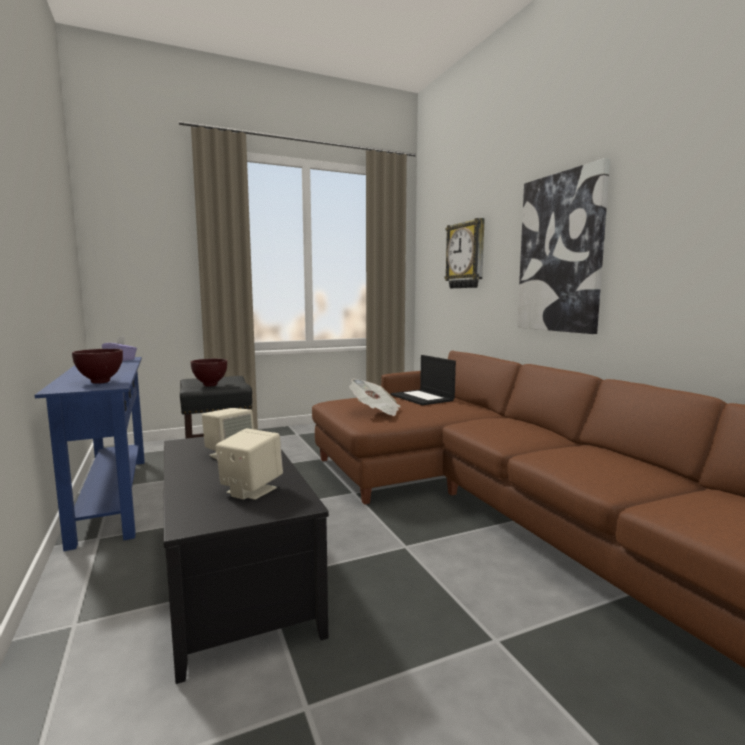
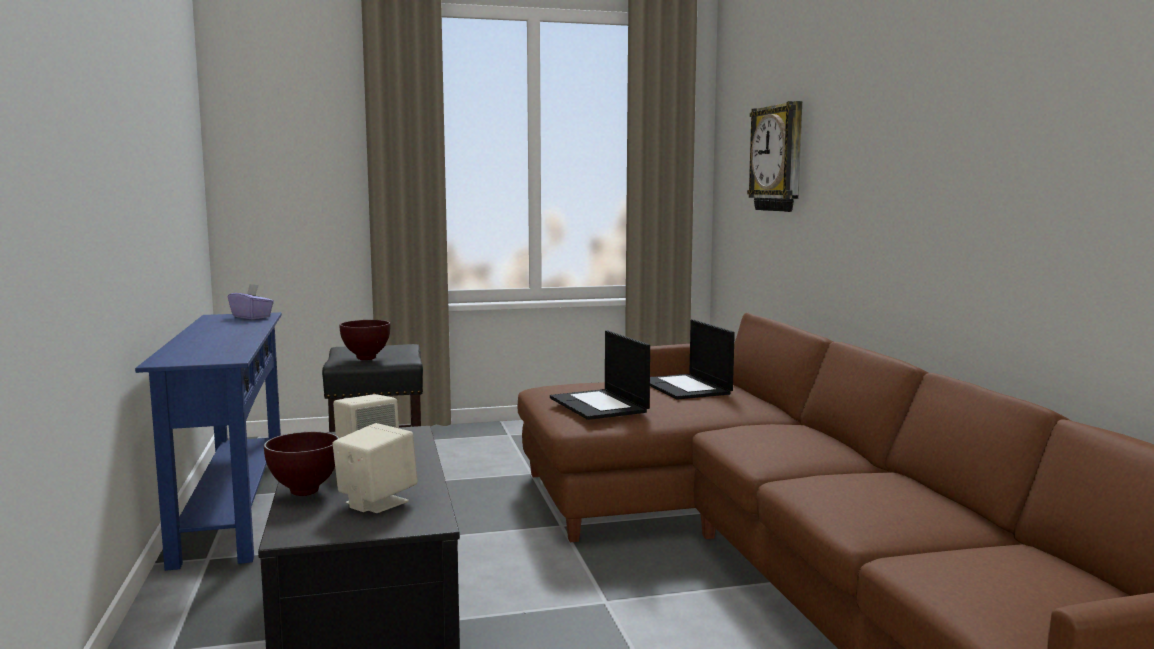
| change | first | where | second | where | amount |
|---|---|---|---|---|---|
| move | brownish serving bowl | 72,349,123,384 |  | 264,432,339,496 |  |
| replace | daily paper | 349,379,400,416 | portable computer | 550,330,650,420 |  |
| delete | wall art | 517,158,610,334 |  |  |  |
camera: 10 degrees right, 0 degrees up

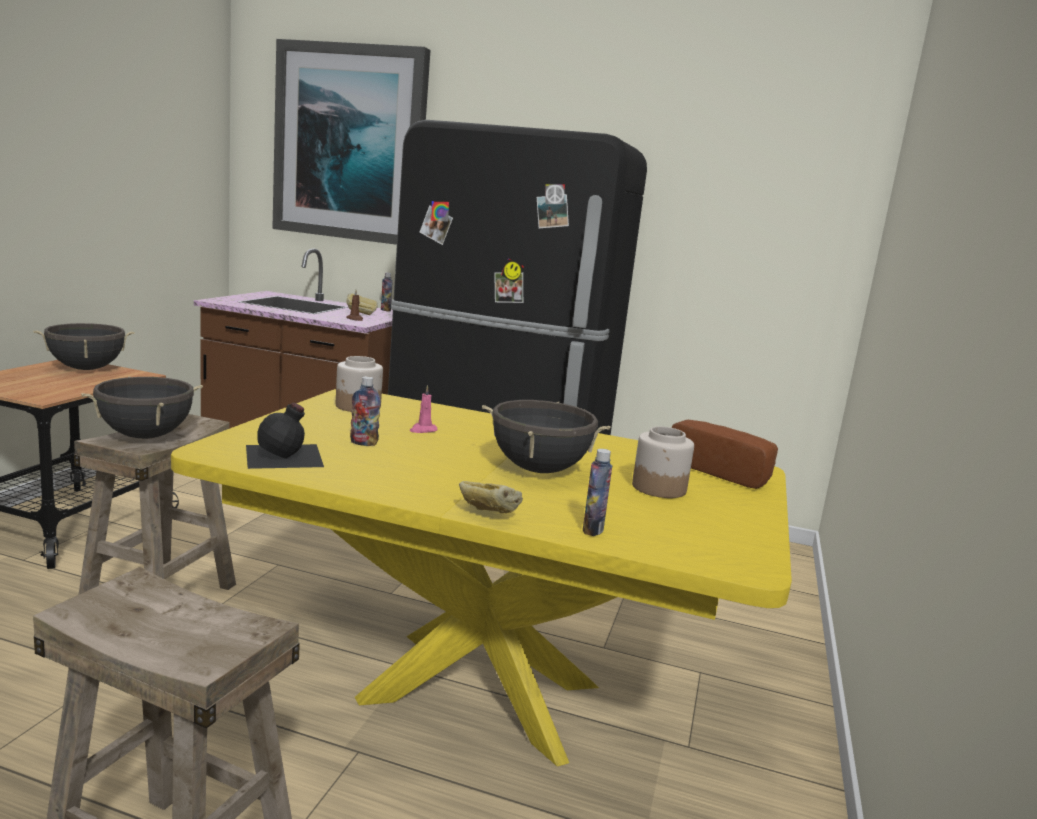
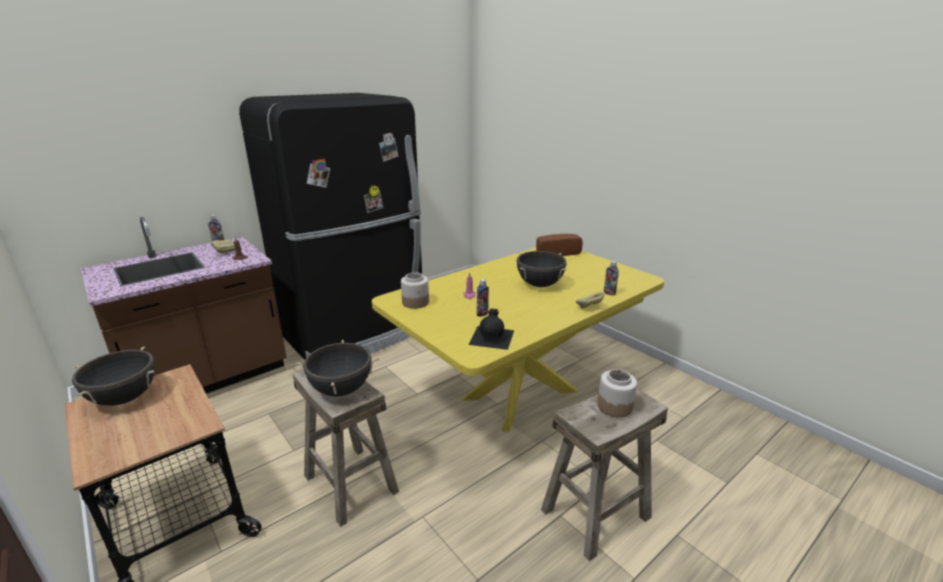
| change | first | where | second | where | amount |
|---|---|---|---|---|---|
| delete | wall art | 272,39,430,245 |  |  |  |
| move | preserve jar | 632,427,694,498 |  | 597,369,637,418 |  |
camera: 55 degrees left, 10 degrees up

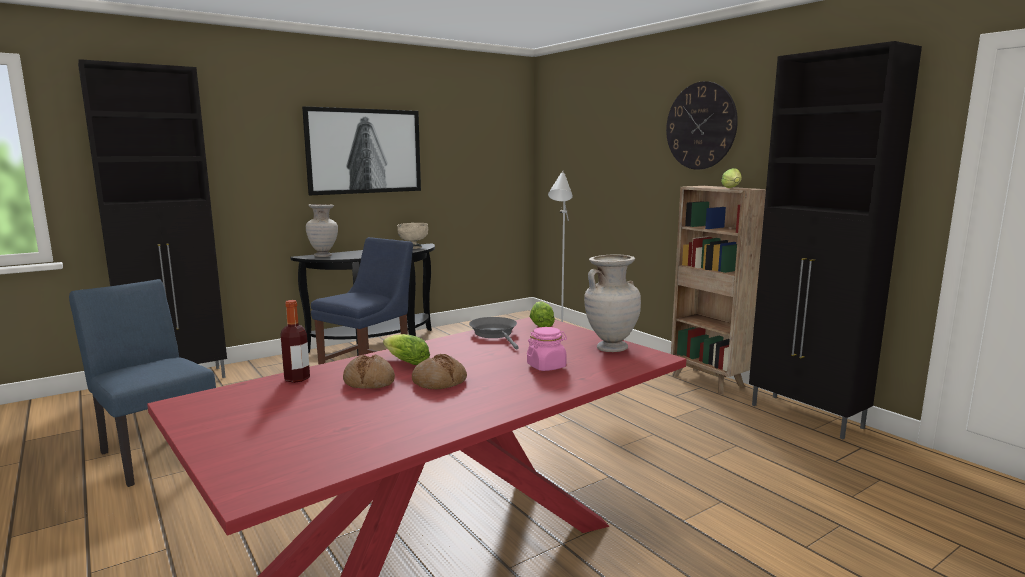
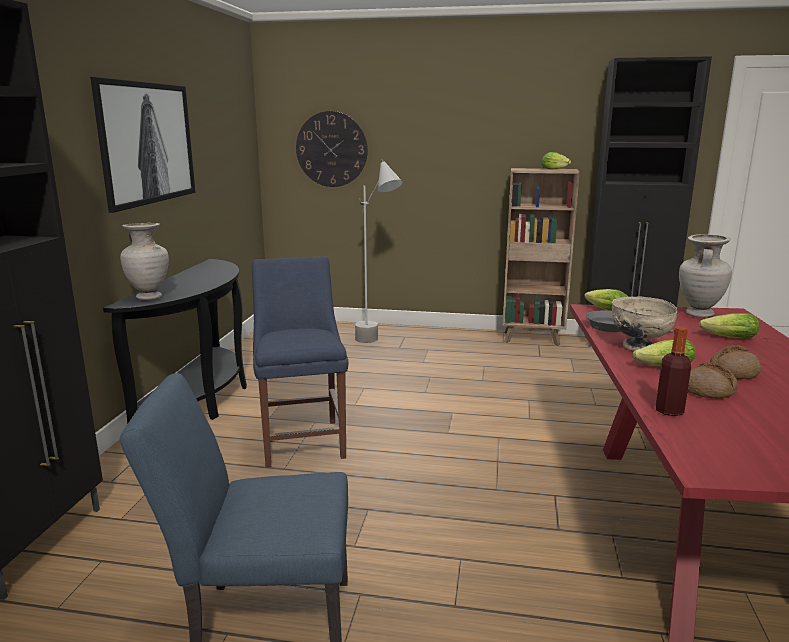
| change | first | where | second | where | amount |
|---|---|---|---|---|---|
| move | beige serving bowl | 397,223,428,249 |  | 612,297,677,351 |  |
| replace | pink preserve jar | 527,327,567,371 | lettuce | 699,313,759,339 |  |
| move | hanging clock | 666,81,738,170 |  | 296,111,368,187 |  |
camera: 45 degrees left, 5 degrees up

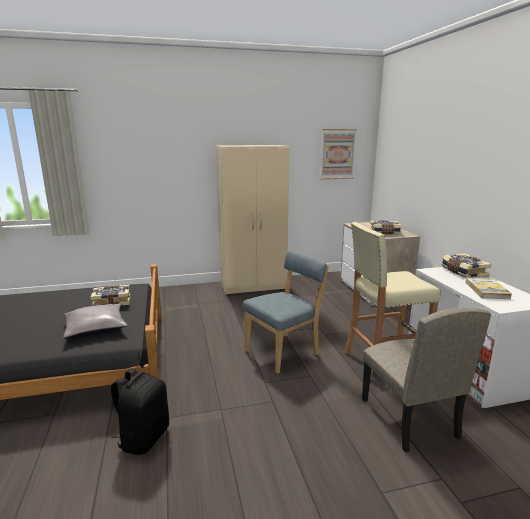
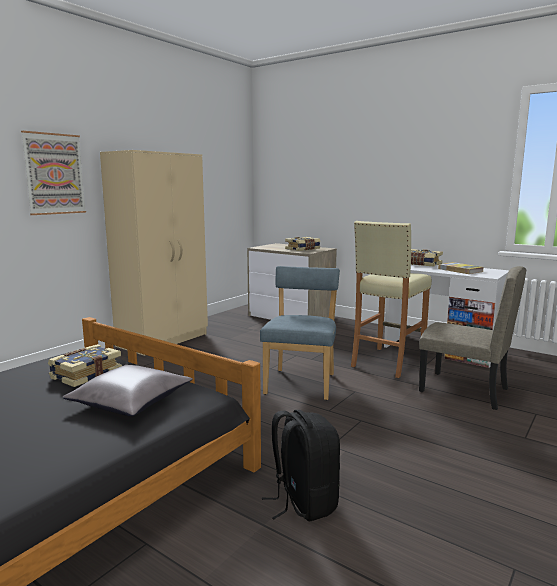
| change | first | where | second | where | amount |
|---|---|---|---|---|---|
| move | wall art | 320,129,357,179 |  | 21,131,86,215 |  |
camera: 40 degrees left, 5 degrees down

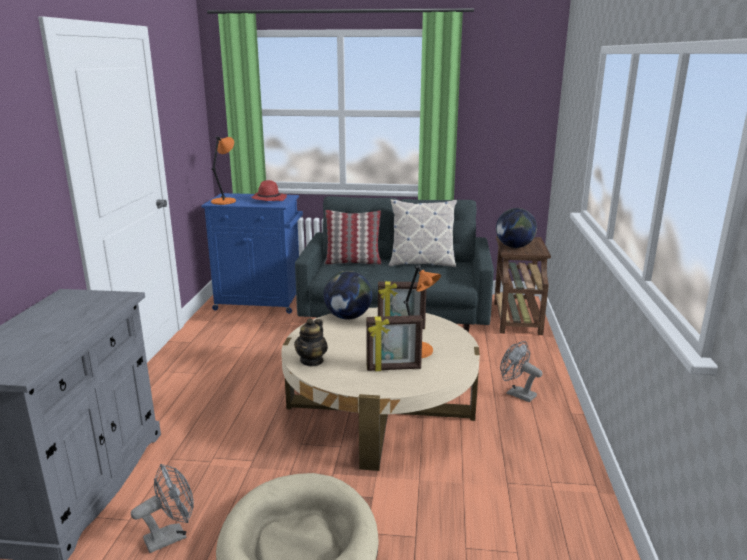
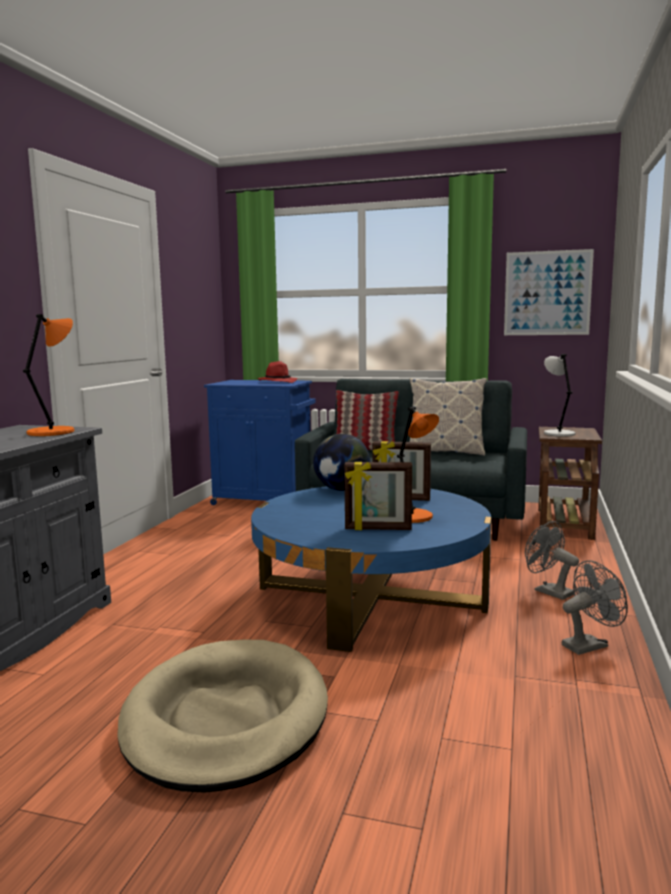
| change | first | where | second | where | amount |
|---|---|---|---|---|---|
| move | gray cooling fan | 131,464,194,553 |  | 562,560,628,655 |  |
| move | orange-coloured table lamp | 211,137,236,205 |  | 23,314,74,436 |  |
| recolor | beige low table | 281,308,480,471 | blue low table | 251,486,492,652 |  |
| delete | teapot | 294,318,328,366 |  |  |  |
| replace | desk globe | 496,208,537,248 | gray table lamp | 544,354,576,437 |  |
| insert |  |  | wall art | 504,249,594,335 |  |
camera: 10 degrees right, 10 degrees down

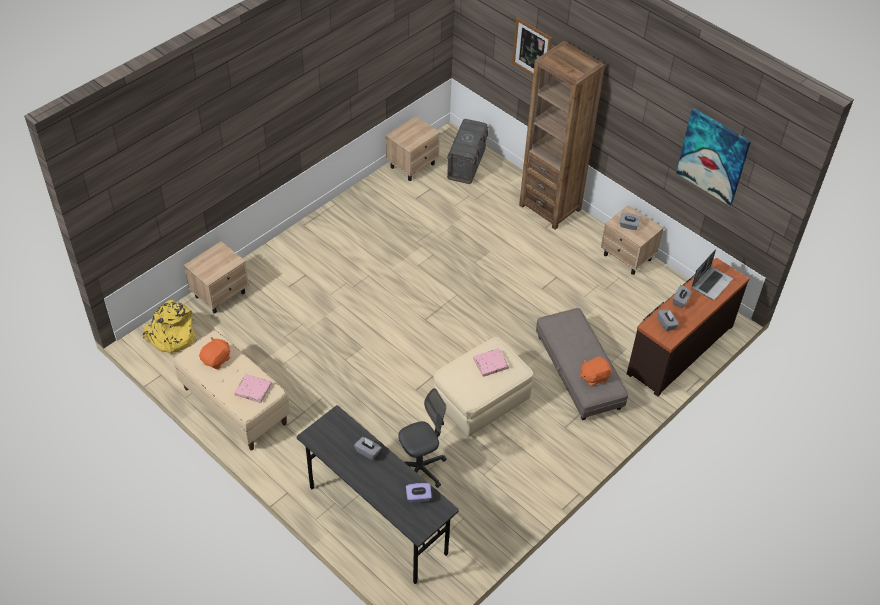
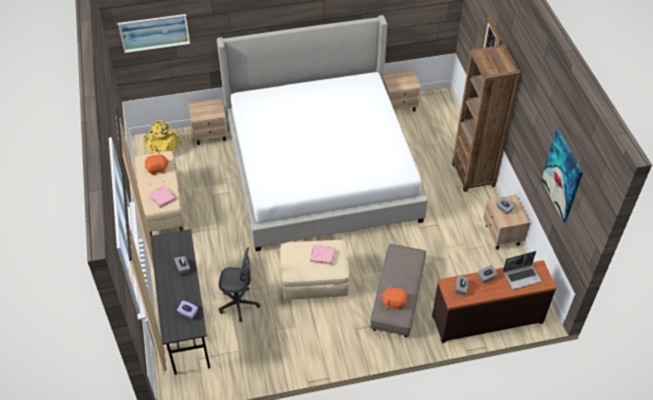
| change | first | where | second | where | amount |
|---|---|---|---|---|---|
| delete | gray storage container | 447,119,488,184 |  |  |  |
| insert |  |  | wall art | 118,14,191,53 |  |
| insert |  |  | sleeping bed | 217,15,428,251 |  |
camera: 35 degrees right, 0 degrees up

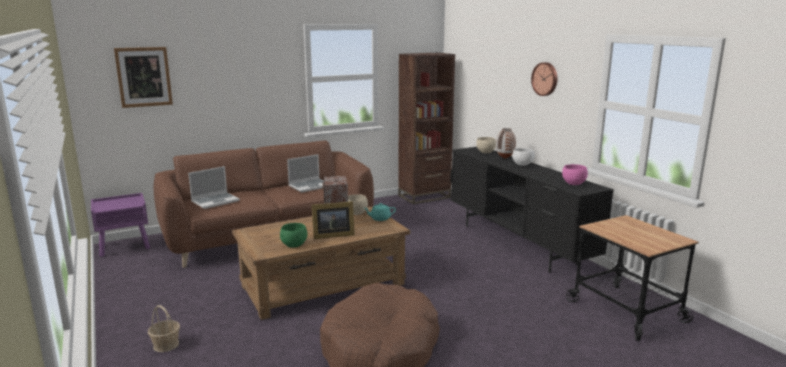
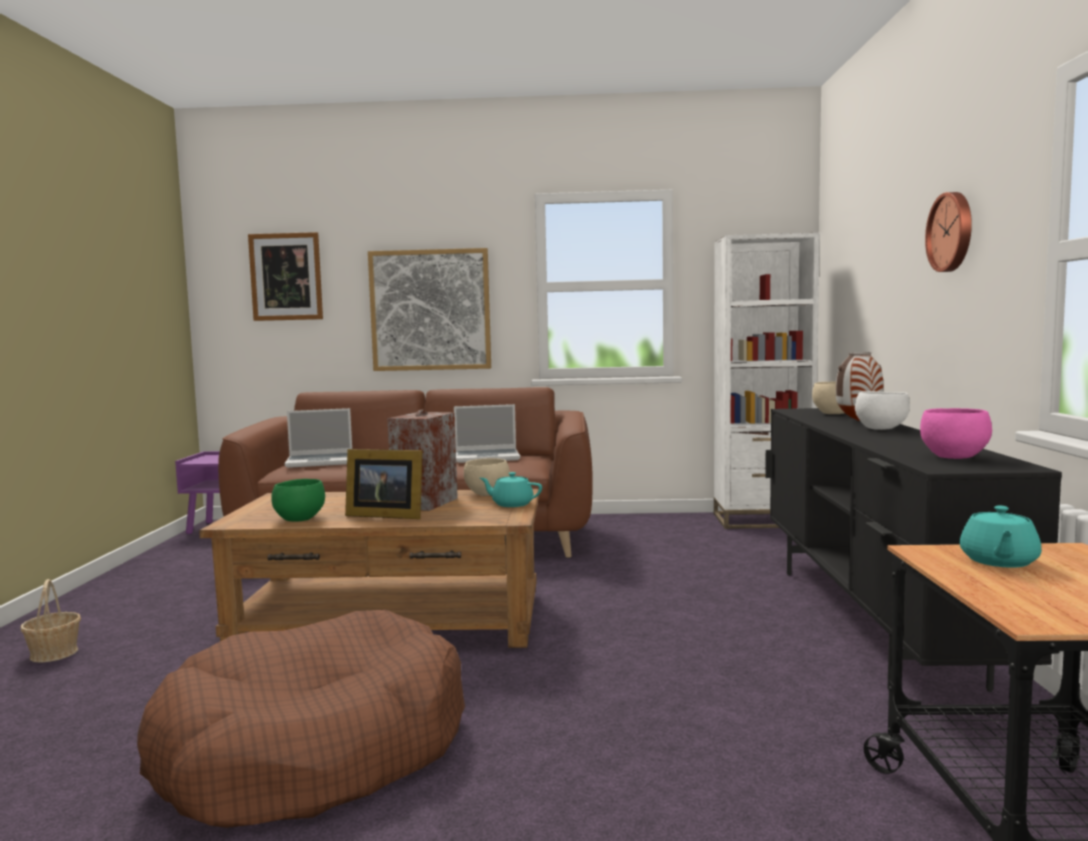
| change | first | where | second | where | amount |
|---|---|---|---|---|---|
| recolor | brownish bookshelf | 398,53,455,204 | whitish bookshelf | 714,233,820,529 |  |
| insert |  |  | wall art | 368,248,491,371 |  |
| insert |  |  | turquoise teapot | 959,506,1041,568 |  |
camera: 30 degrees right, 10 degrees down

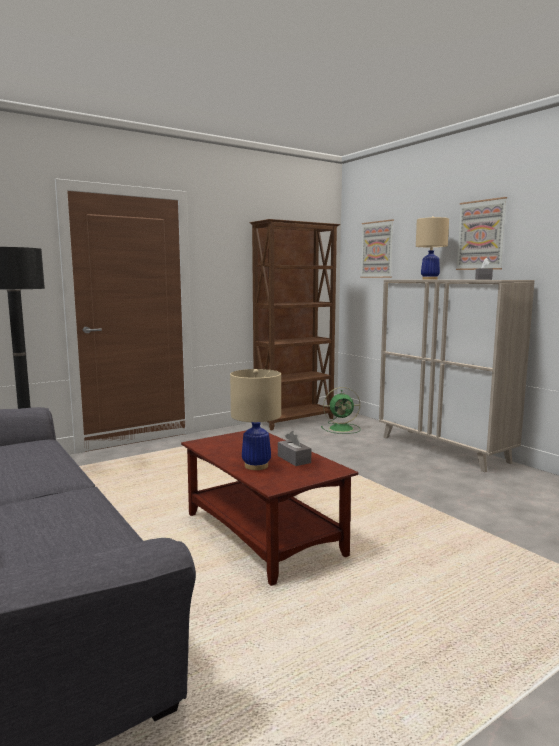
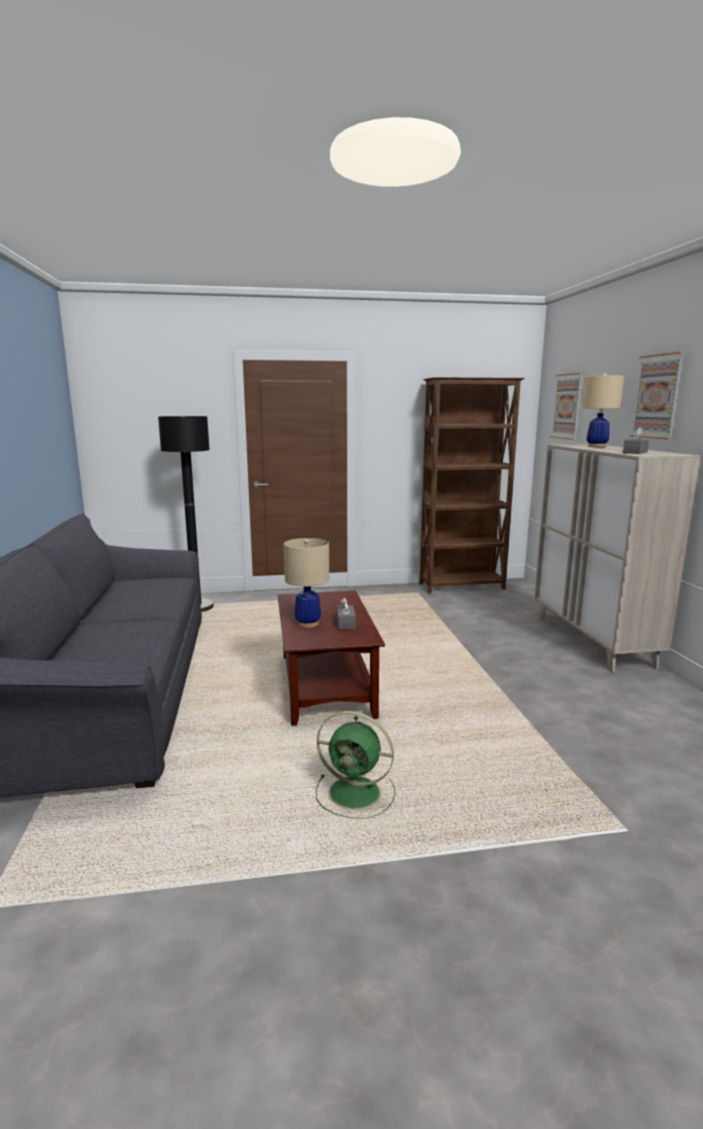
| change | first | where | second | where | amount |
|---|---|---|---|---|---|
| move | green-coloured cooling fan | 321,387,361,434 |  | 316,711,395,819 |  |
camera: 25 degrees right, 5 degrees up

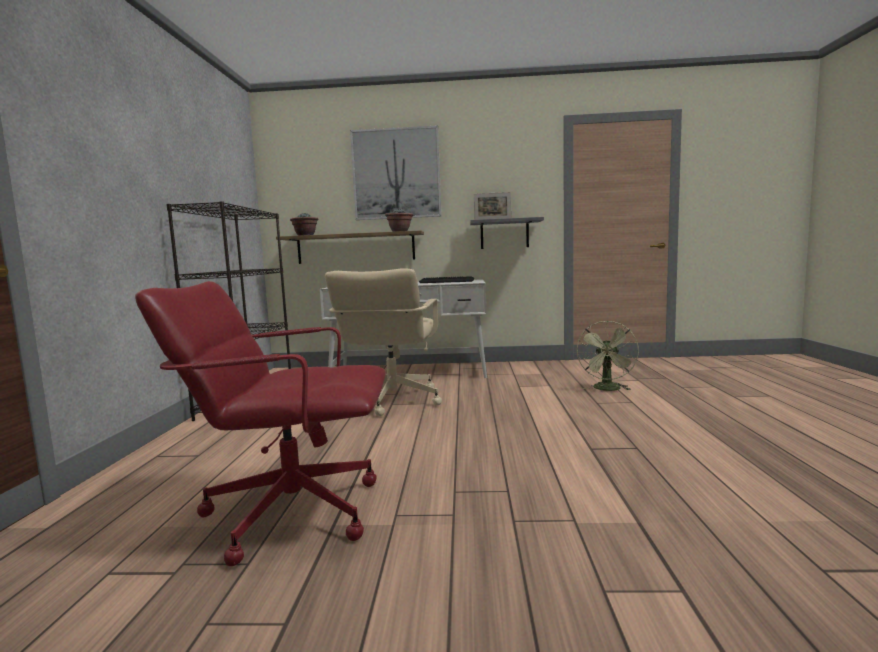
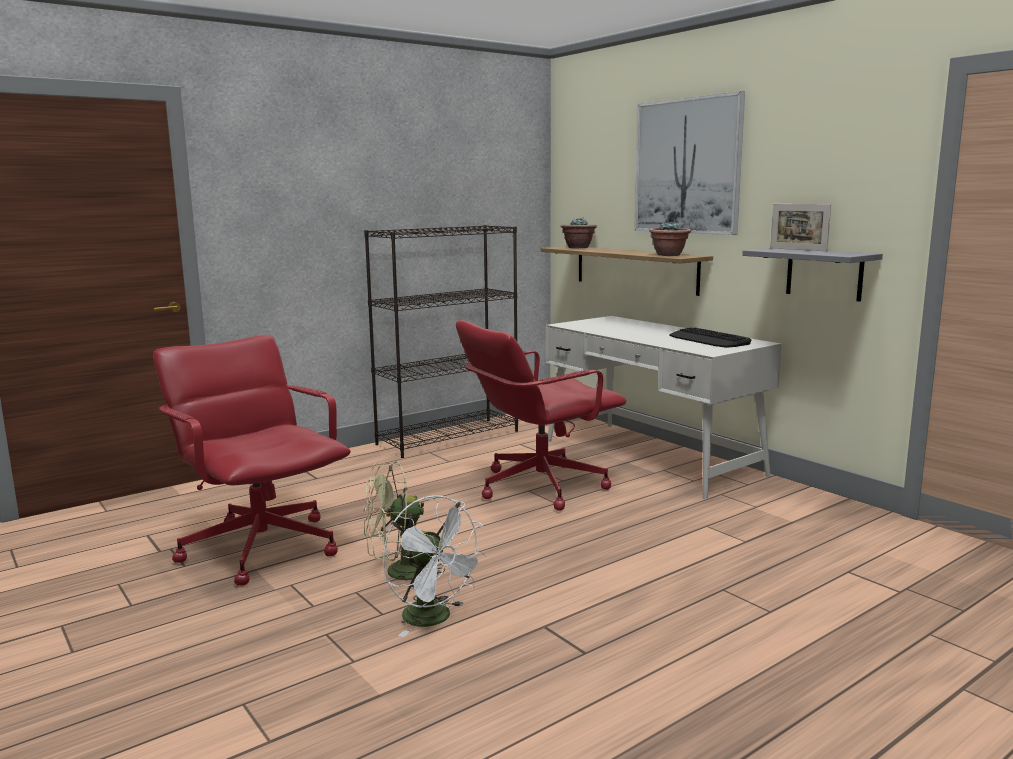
| change | first | where | second | where | amount |
|---|---|---|---|---|---|
| recolor | beige office chair | 325,268,442,416 | red office chair | 456,320,626,511 |  |
| move | green-coloured cooling fan | 577,321,639,391 |  | 363,461,445,588 |  |
| insert |  |  | whitish cooling fan | 383,496,487,637 |  |
camera: 50 degrees right, 5 degrees up

